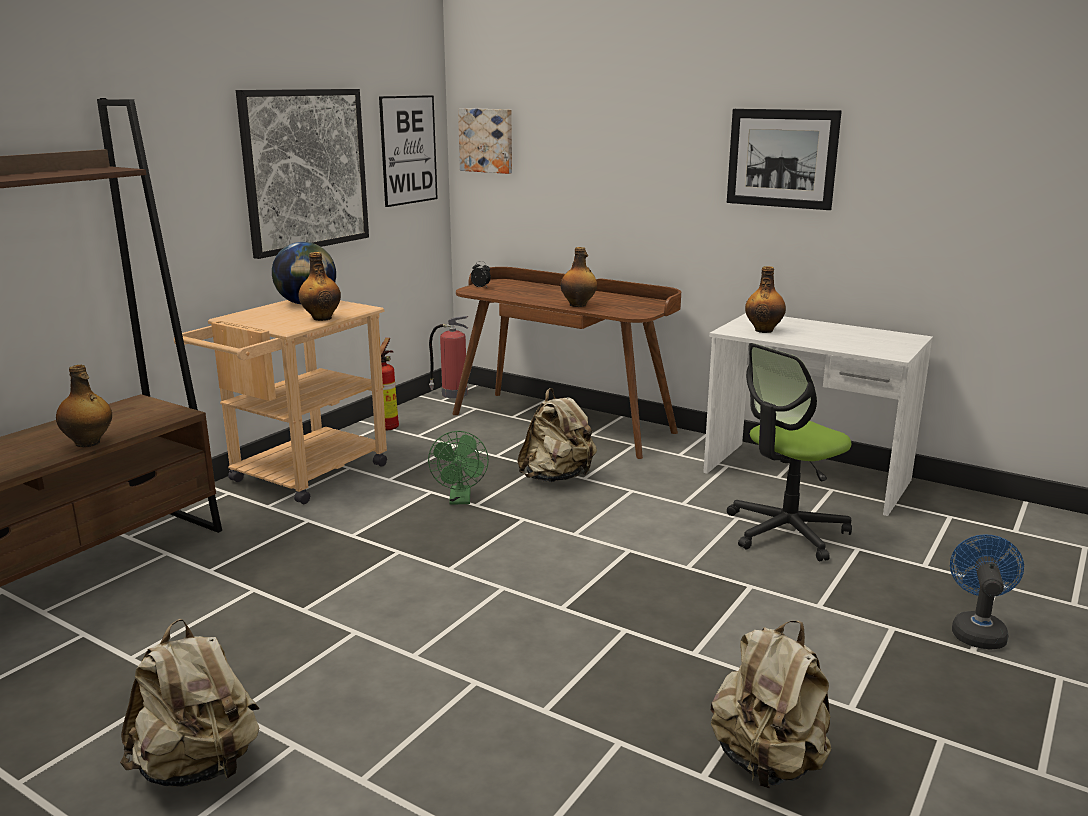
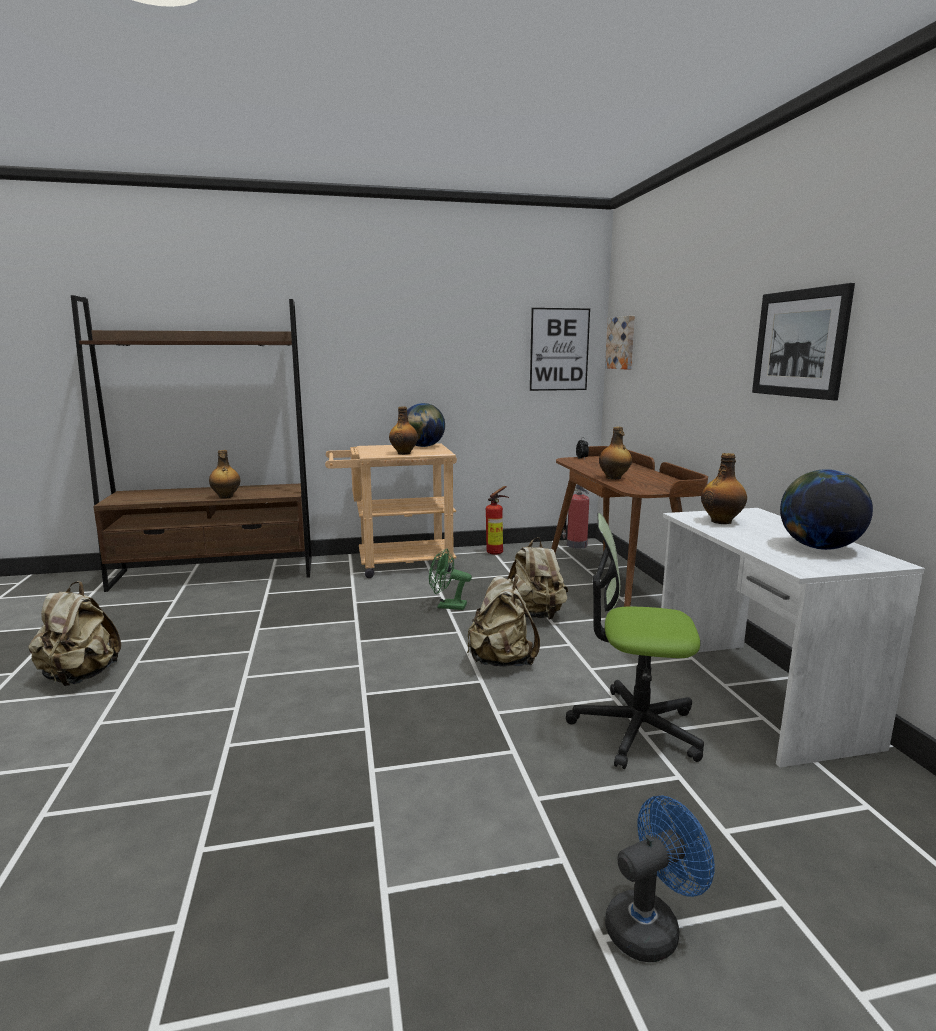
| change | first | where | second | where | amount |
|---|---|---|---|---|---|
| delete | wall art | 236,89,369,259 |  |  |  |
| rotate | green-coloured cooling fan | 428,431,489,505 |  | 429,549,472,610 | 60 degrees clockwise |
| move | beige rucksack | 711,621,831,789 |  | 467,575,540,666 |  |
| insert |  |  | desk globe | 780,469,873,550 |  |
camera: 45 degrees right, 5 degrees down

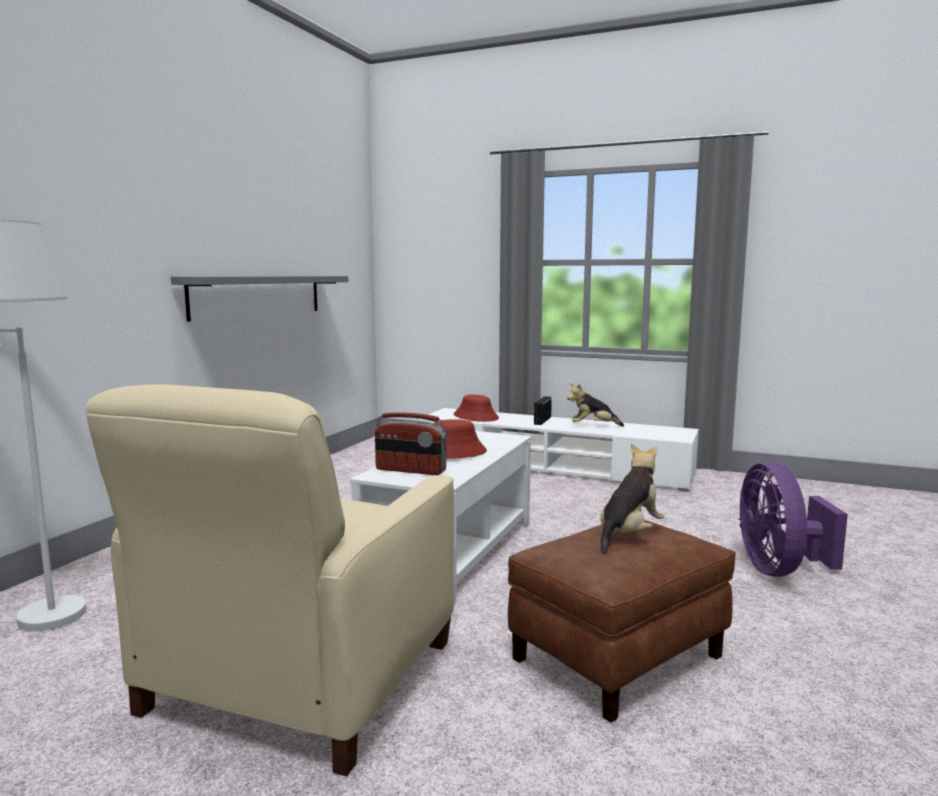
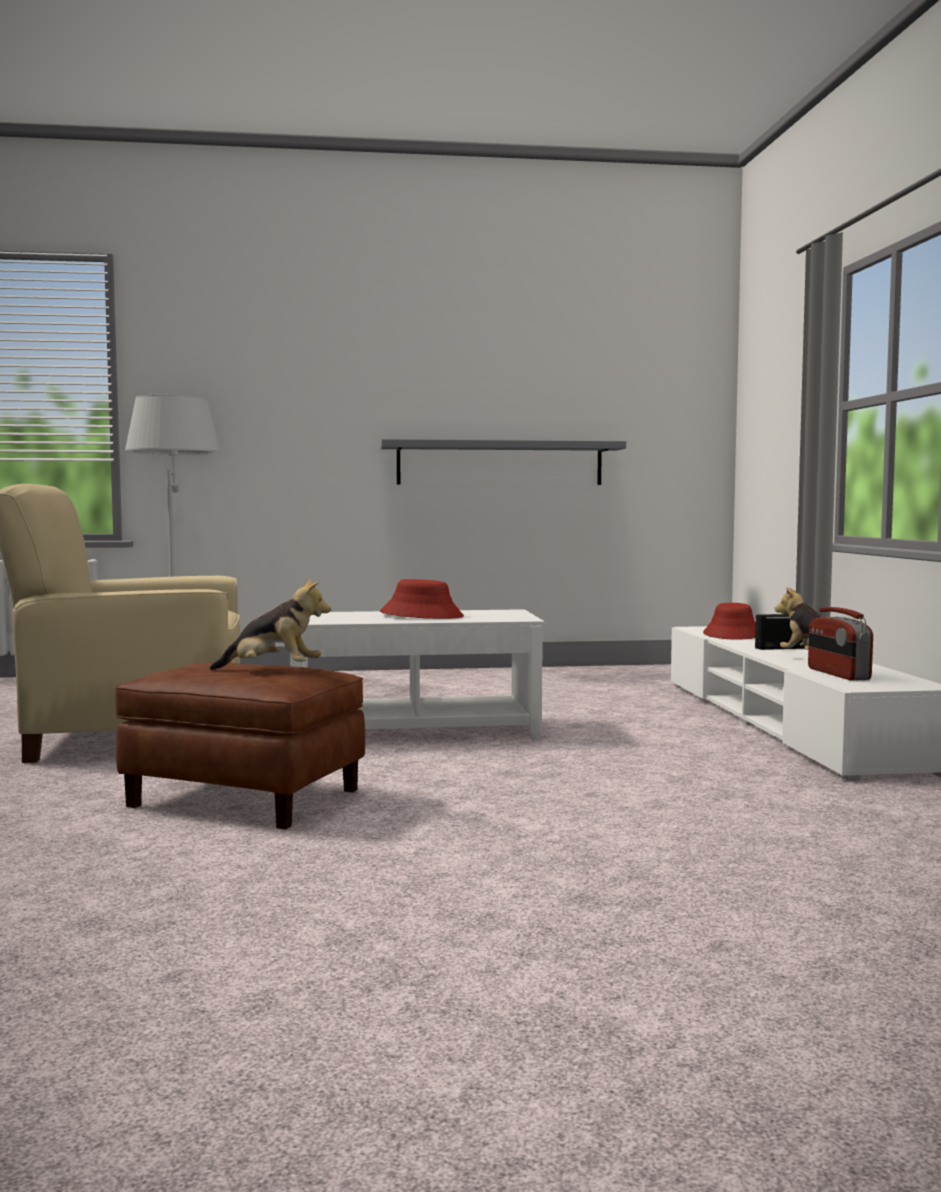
| change | first | where | second | where | amount |
|---|---|---|---|---|---|
| move | radio | 374,412,447,475 |  | 808,607,873,681 |  |
| delete | purple cooling fan | 739,462,848,577 |  |  |  |
camera: 60 degrees right, 5 degrees down

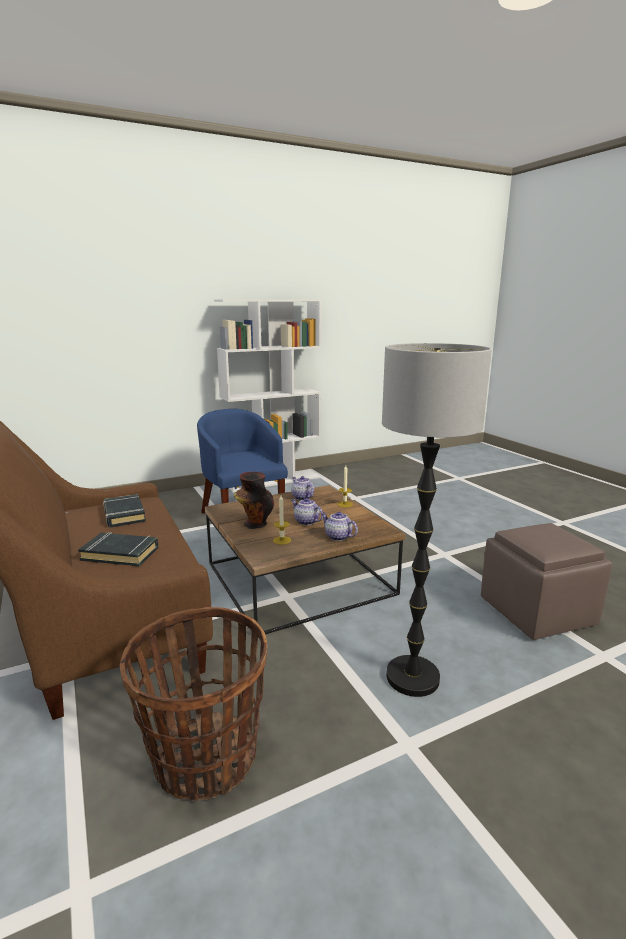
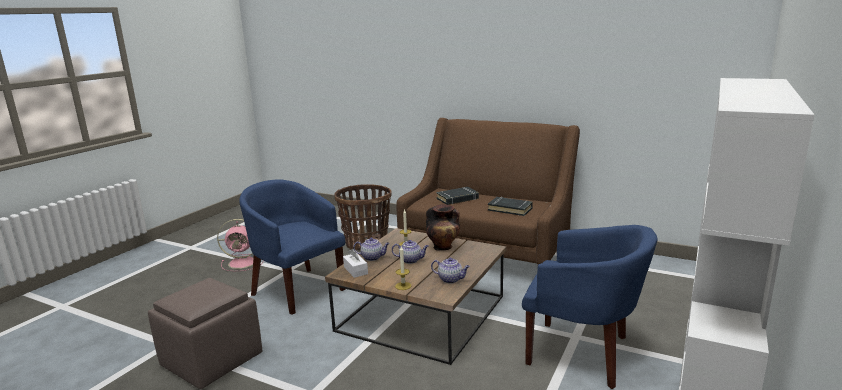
| change | first | where | second | where | amount |
|---|---|---|---|---|---|
| replace | standard lamp | 382,343,492,697 | blue armchair | 239,179,346,315 |  |
| insert |  |  | pink cooling fan | 217,219,264,272 |  |
| insert |  |  | whitish tissue box | 343,249,368,278 |  |
camera: 145 degrees right, 0 degrees up

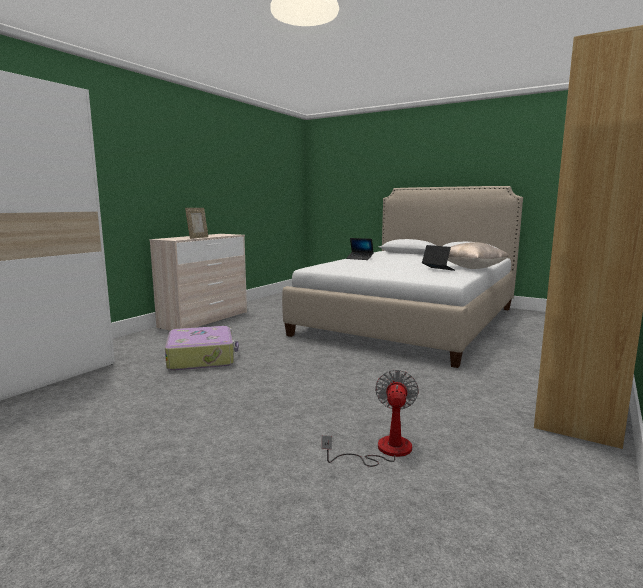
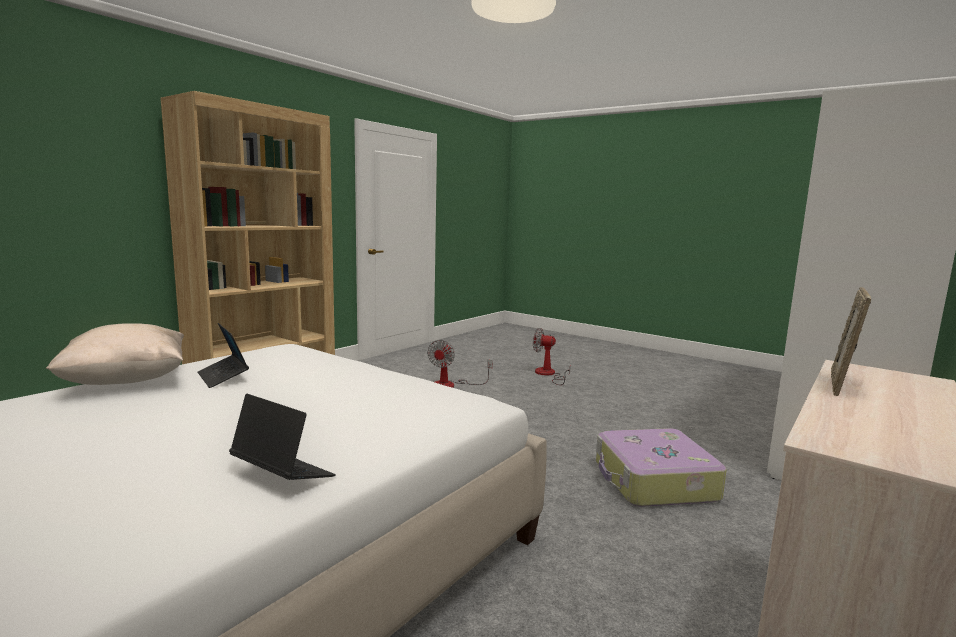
| change | first | where | second | where | amount |
|---|---|---|---|---|---|
| insert |  |  | cooling fan | 533,328,571,385 |  |
camera: 175 degrees left, 0 degrees up

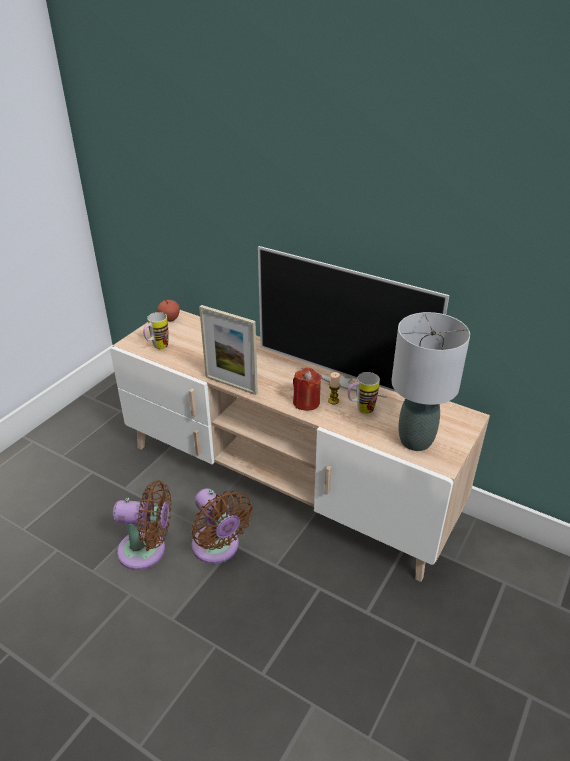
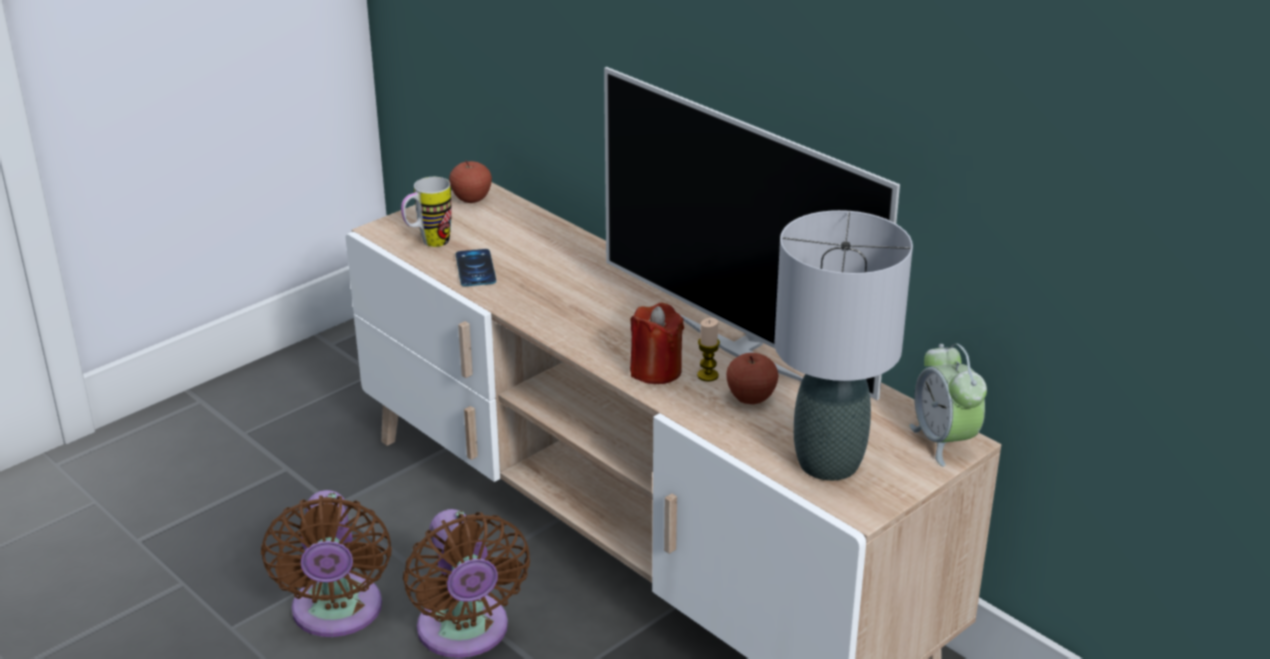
| change | first | where | second | where | amount |
|---|---|---|---|---|---|
| rotate | brownish cooling fan | 113,480,171,570 |  | 261,490,392,637 | 60 degrees clockwise |
| delete | picture frame | 199,305,258,395 |  |  |  |
| replace | mug | 347,372,380,414 | apple | 726,353,778,404 |  |
| insert |  |  | phone | 455,249,496,286 |  |
| insert |  |  | table clock | 909,344,987,466 |  |
camera: 15 degrees right, 5 degrees down

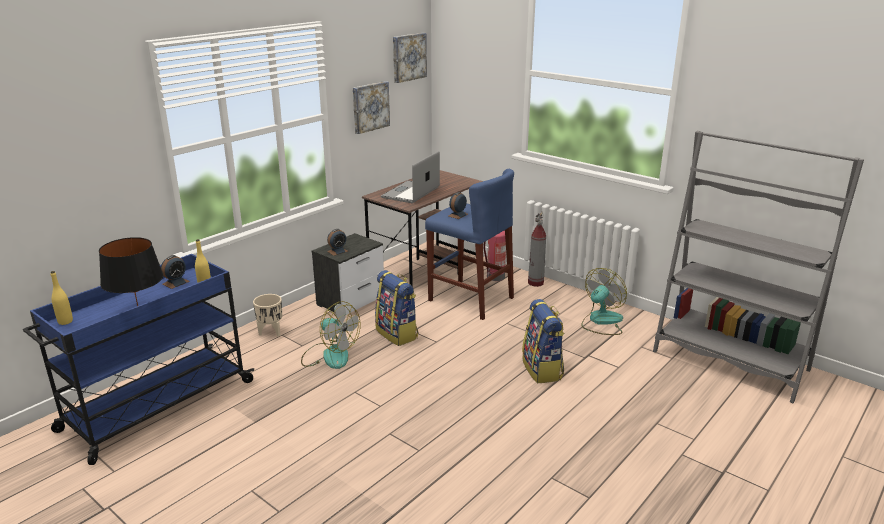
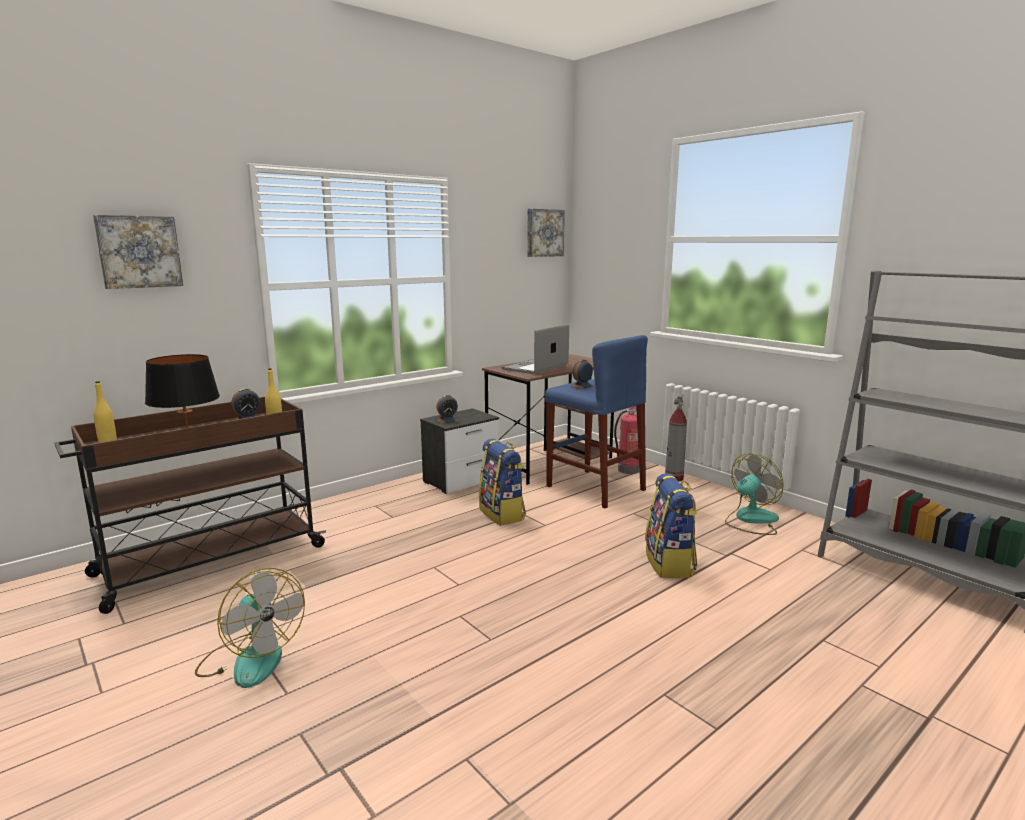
| change | first | where | second | where | amount |
|---|---|---|---|---|---|
| recolor | blue cart | 23,254,254,465 | brownish cart | 54,397,326,614 |  |
| delete | beige flower pot | 253,294,282,337 |  |  |  |
| move | cooling fan | 301,301,361,369 |  | 195,568,305,688 |  |
| move | wall art | 353,81,390,134 |  | 93,215,183,289 |  |
camera: 10 degrees right, 10 degrees down

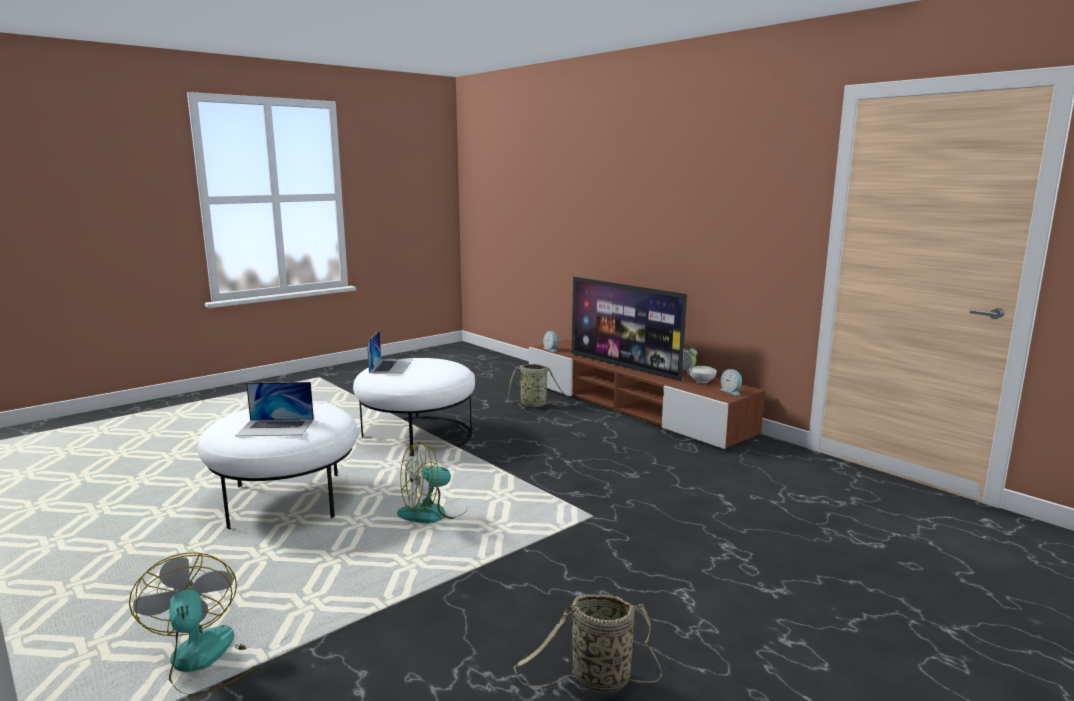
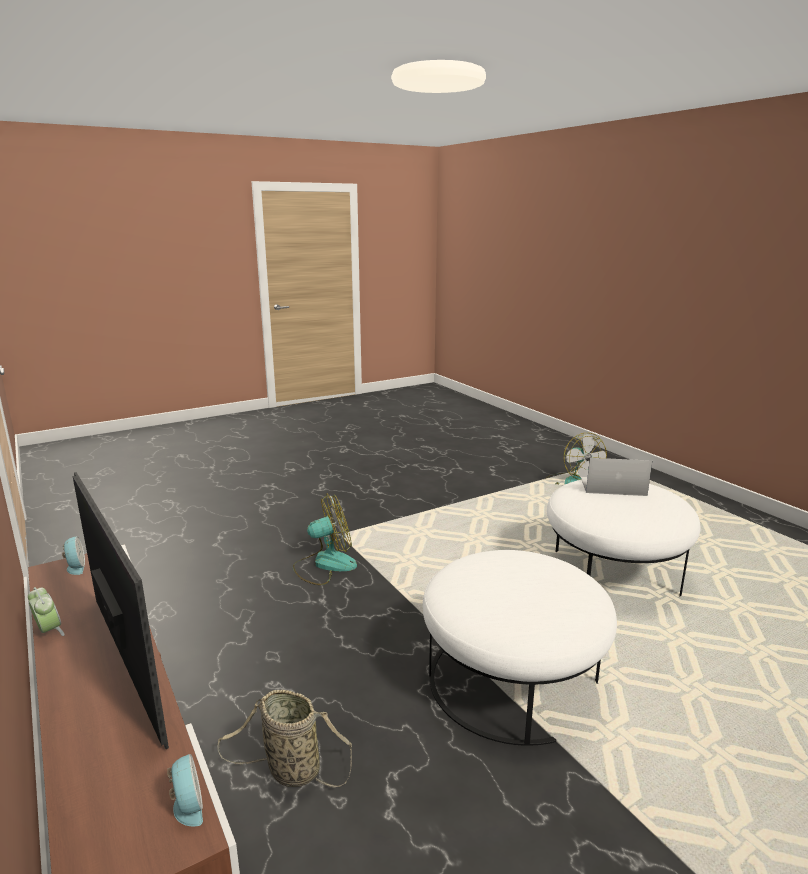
| change | first | where | second | where | amount |
|---|---|---|---|---|---|
| delete | portable computer | 367,330,413,373 |  |  |  |
| move | cooling fan | 397,442,465,523 |  | 293,494,357,585 |  |
| delete | basket | 513,594,662,694 |  |  |  |
| delete | whitish serving bowl | 689,366,717,383 |  |  |  |
camera: 170 degrees left, 5 degrees up

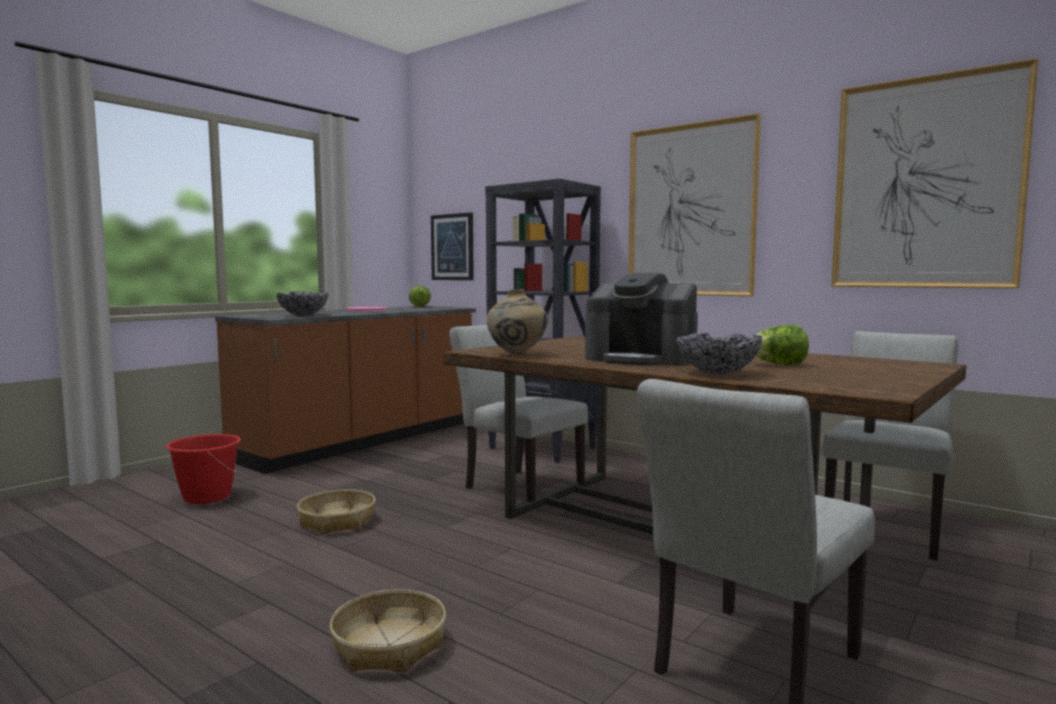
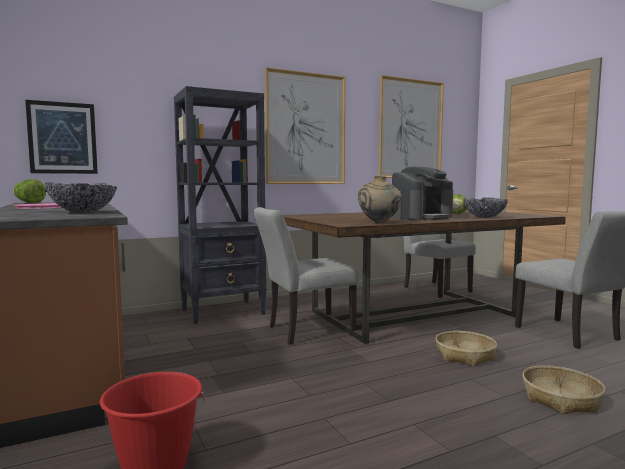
| change | first | where | second | where | amount |
|---|---|---|---|---|---|
| move | basket | 297,489,376,535 |  | 435,331,497,366 |  |
camera: 65 degrees left, 0 degrees up

